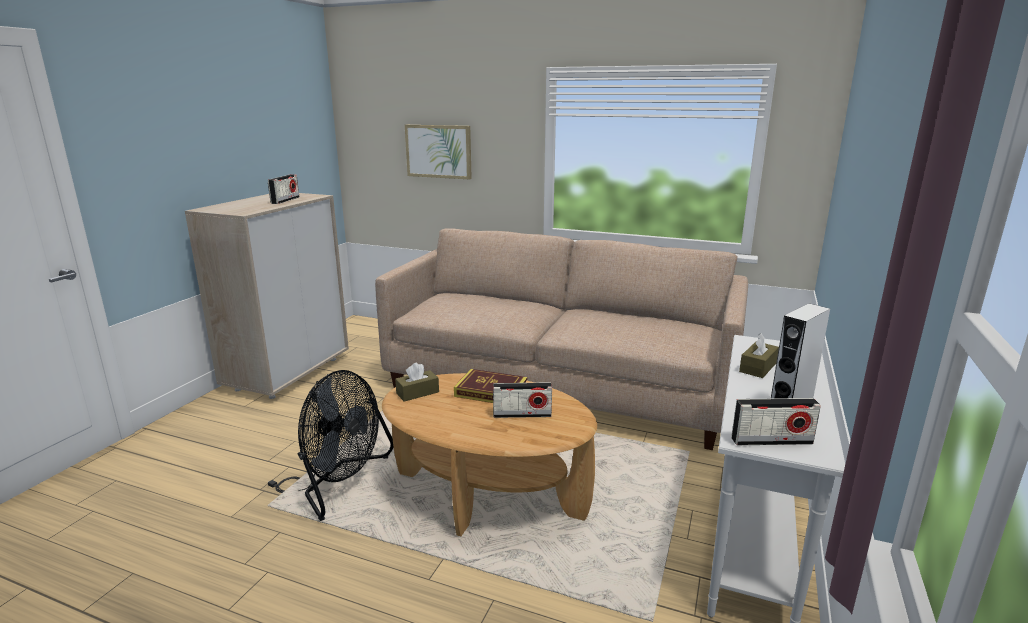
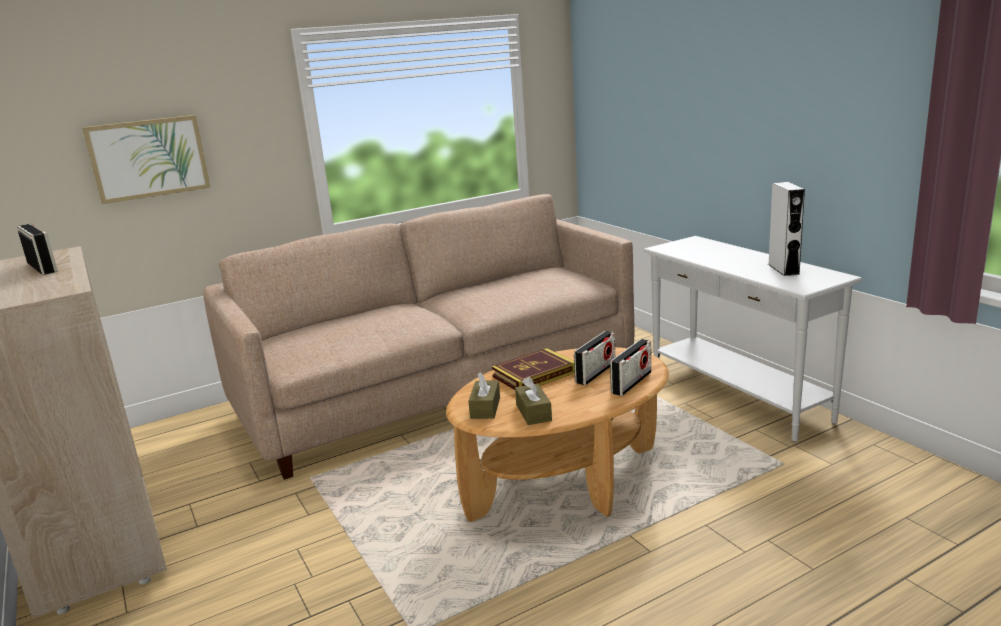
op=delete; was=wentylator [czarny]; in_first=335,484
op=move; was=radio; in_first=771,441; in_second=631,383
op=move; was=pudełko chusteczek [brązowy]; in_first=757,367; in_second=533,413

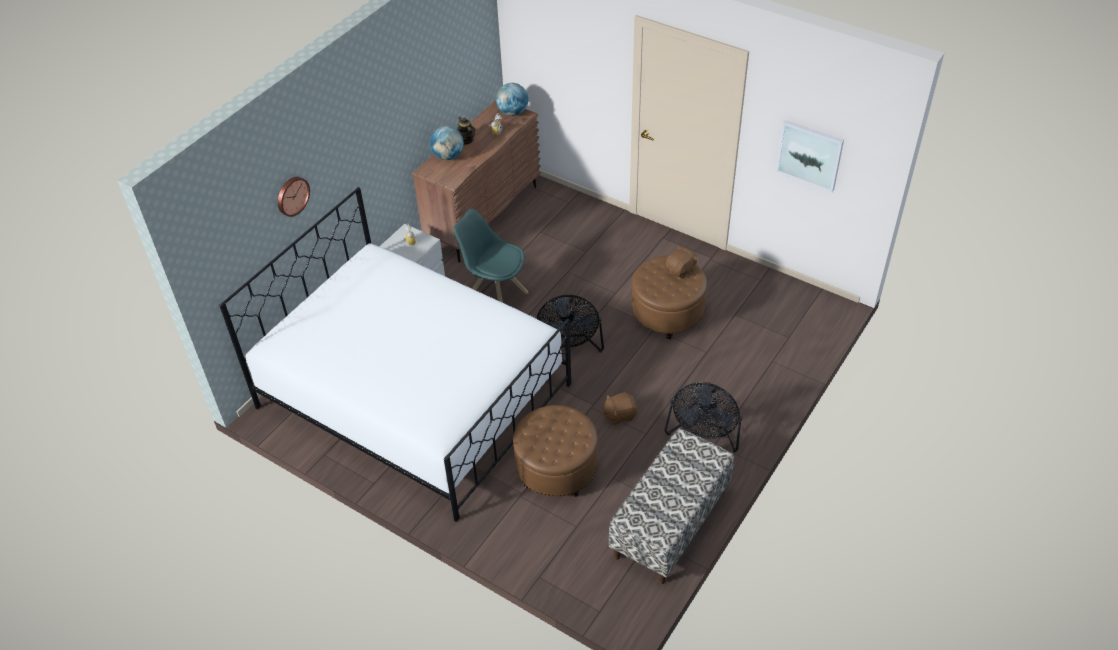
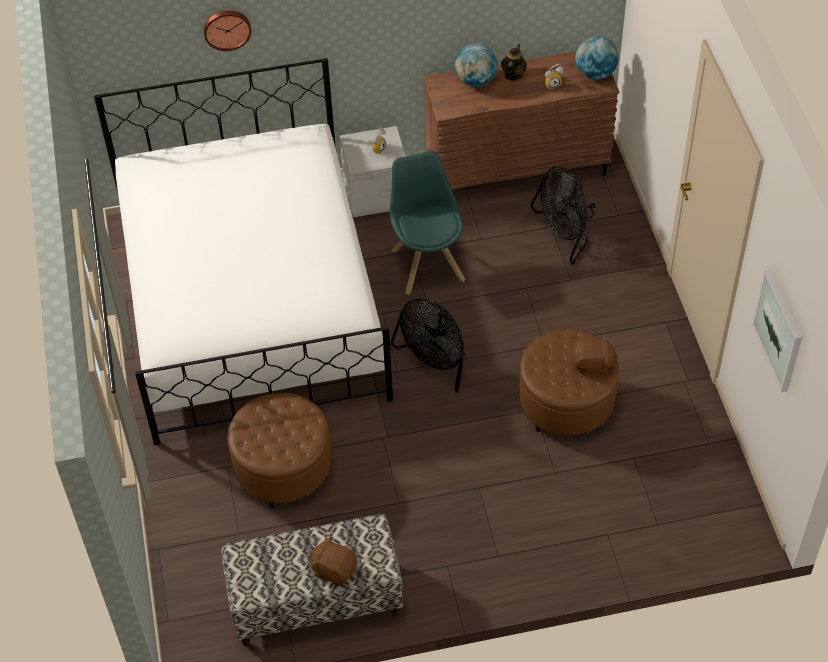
op=move; was=pluszak [brązowy]; in_first=619,415; in_second=334,569
op=move; was=wentylator [czarny]; in_first=702,431; in_second=566,230

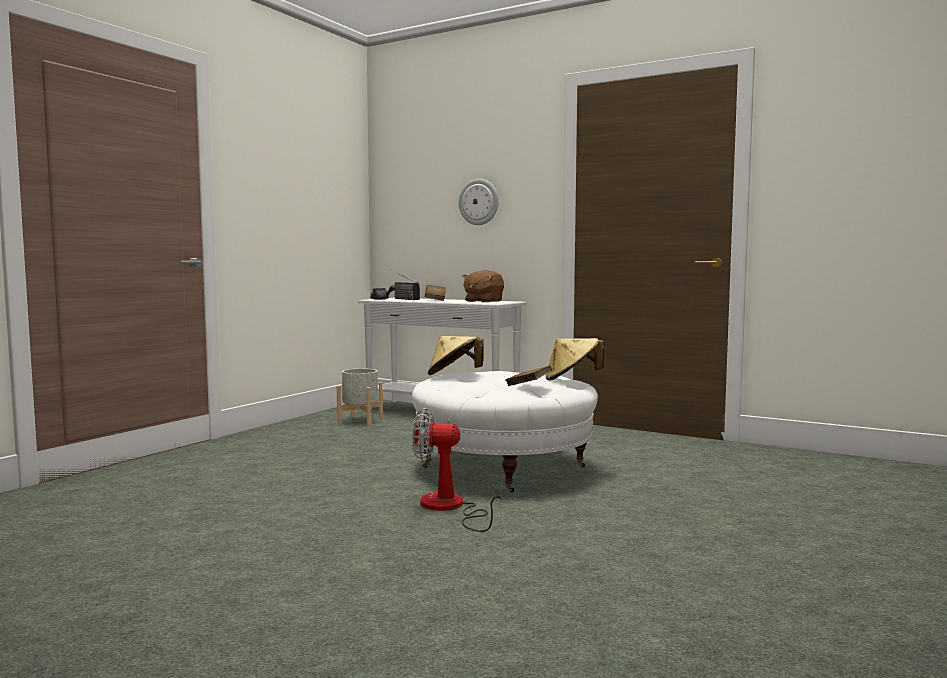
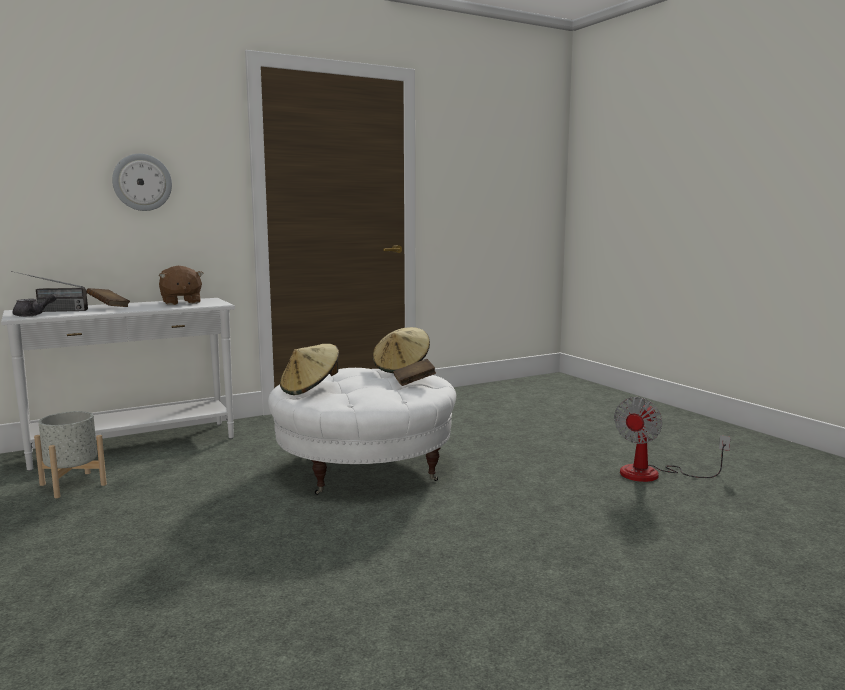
op=move; was=wentylator; in_first=450,508; in_second=653,474

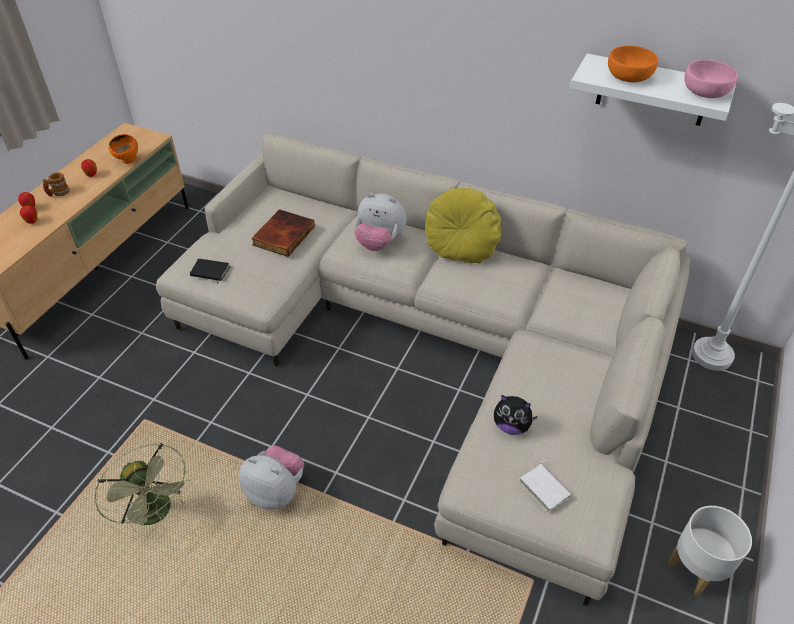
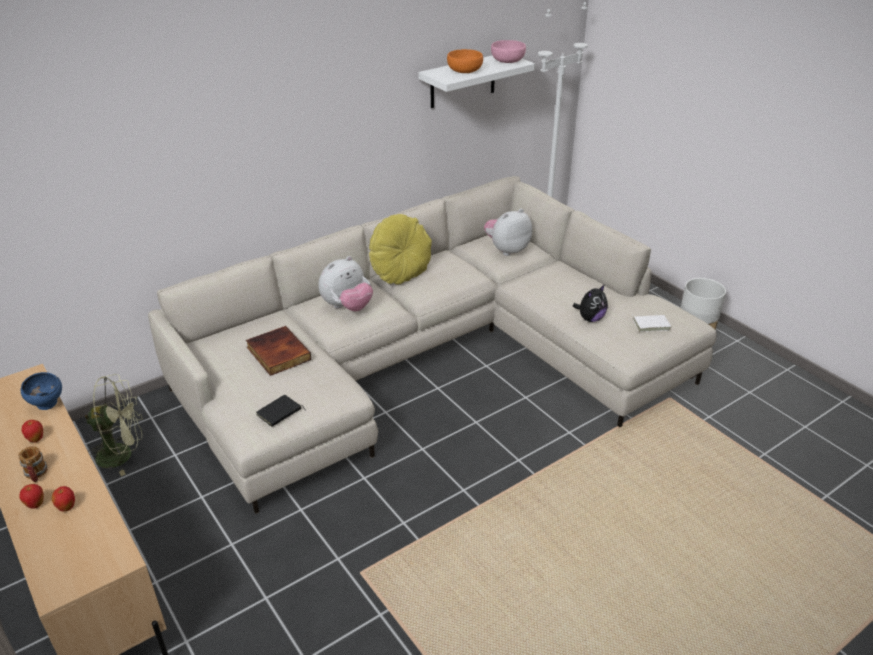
op=move; was=wentylator [zielony]; in_first=157,513; in_second=123,454
op=recolor; was=miska [pomarańczowy]; now=miska [niebieski]; in_first=128,161; in_second=48,405
op=move; was=pluszak; in_first=276,491; in_second=506,250

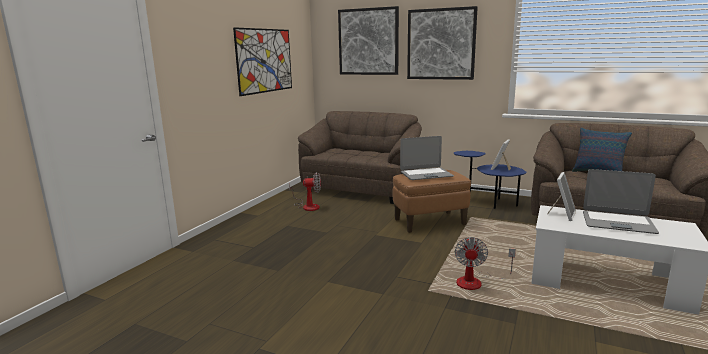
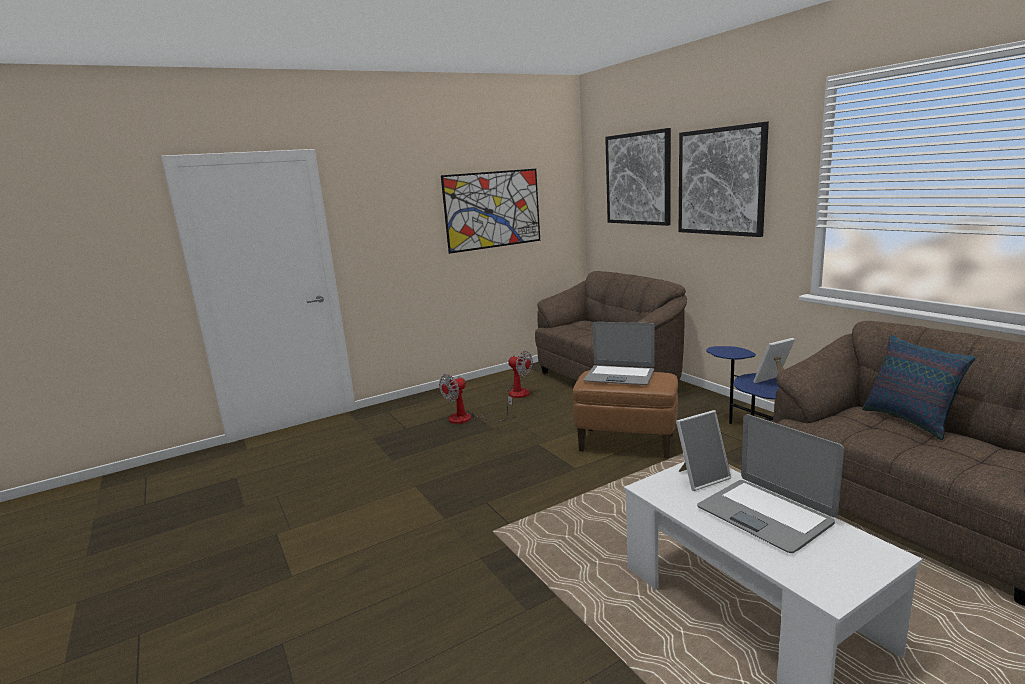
op=move; was=wentylator; in_first=476,282; in_second=468,419

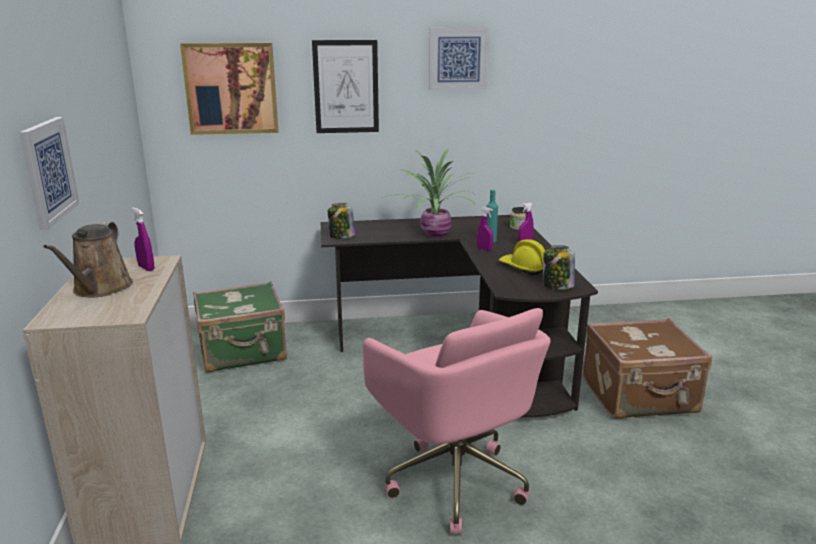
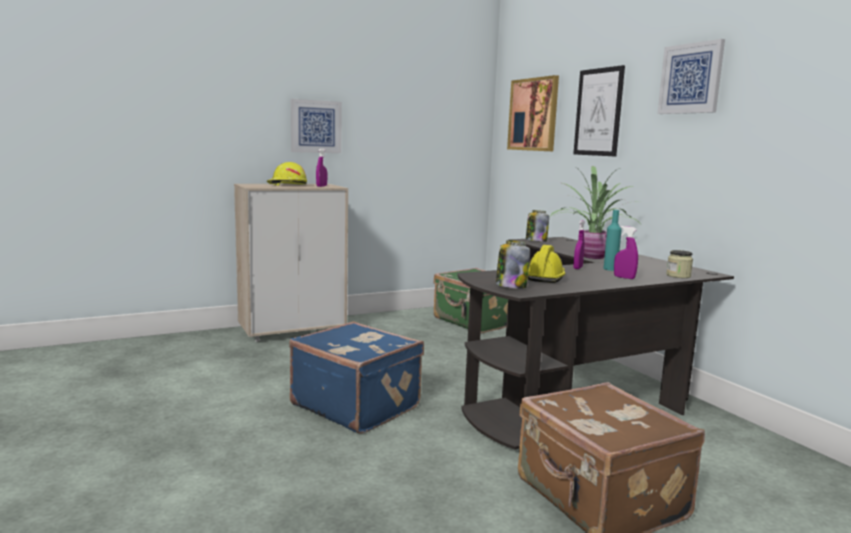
op=replace; was=konewka [brązowy]; now=kask [żółty]; in_first=100,289; in_second=287,185
op=replace; was=krzesło biurowe [różowy]; now=walizka [niebieski]; in_first=451,480; in_second=357,405

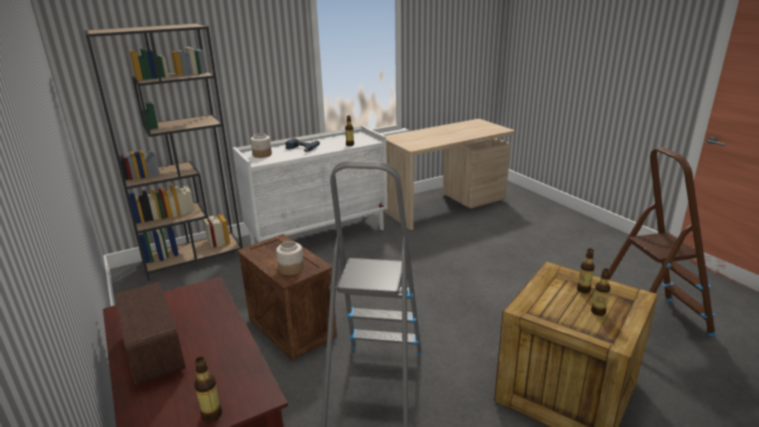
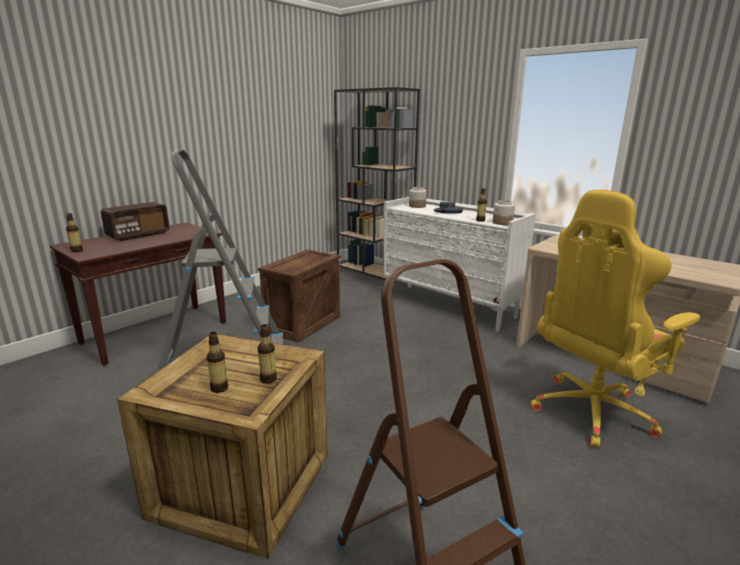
op=move; was=słoik; in_first=291,268; in_second=502,223
op=insert; now=krzesło biurowe [żółty]; in_second=592,411

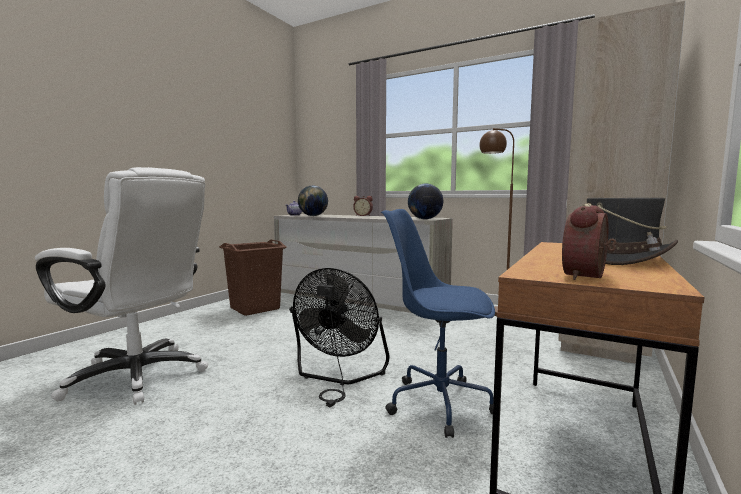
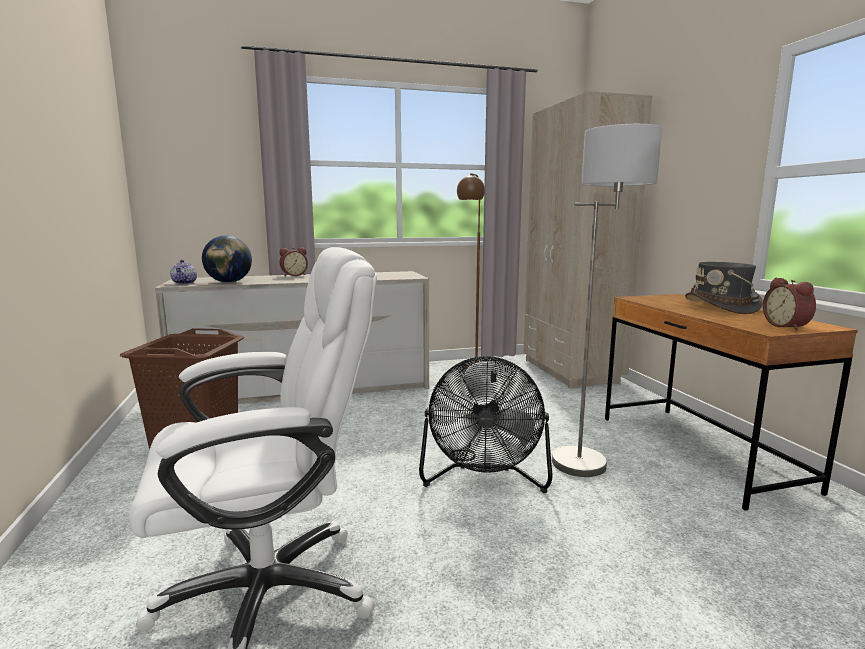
op=rotate; was=wentylator [czarny]; in_first=334,375; in_second=480,476; clockwise=-150
op=replace; was=krzesło biurowe [niebieski]; now=lampa stojąca [szary]; in_first=437,403; in_second=591,460
op=delete; was=globus; in_first=425,219

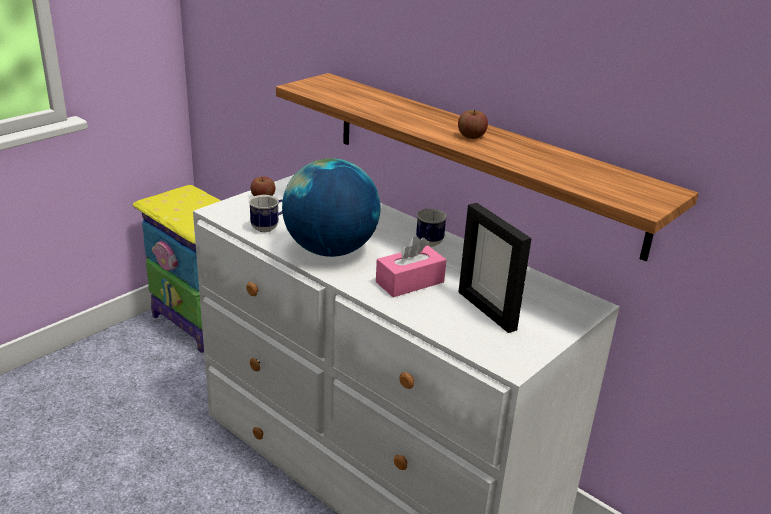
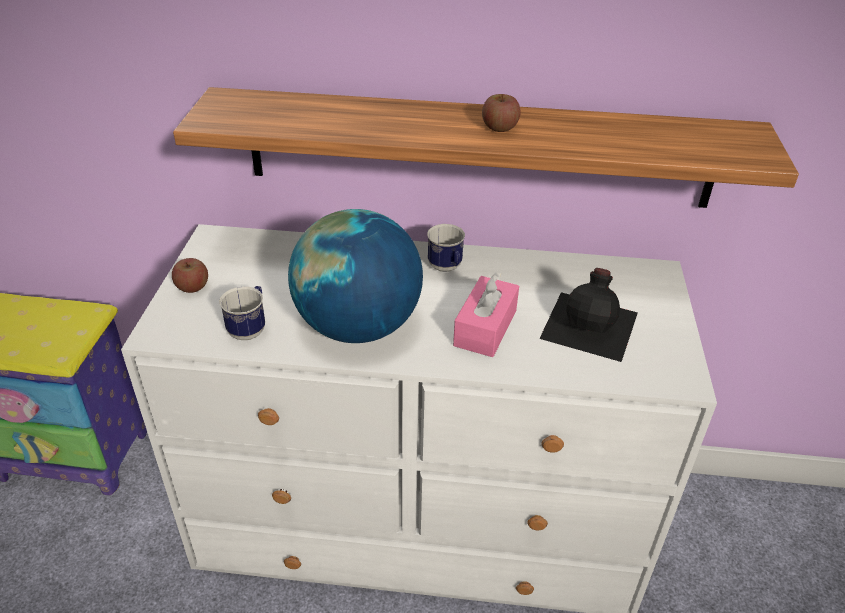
op=replace; was=ramka na zdjęcie; now=butelka [czarny]; in_first=488,310; in_second=591,324

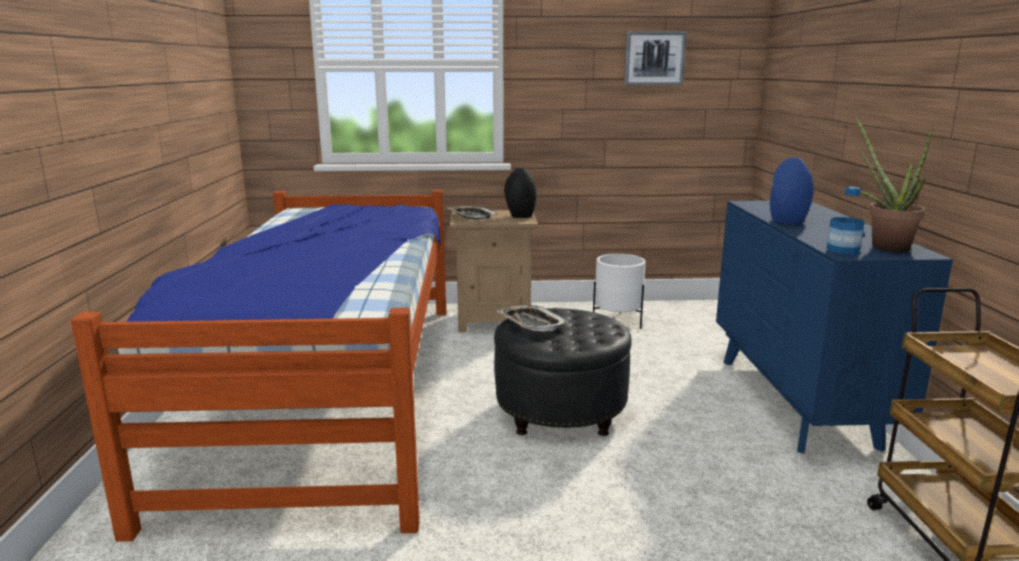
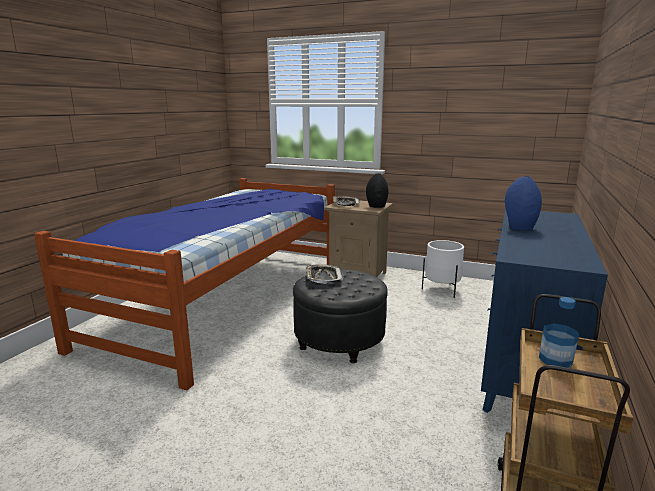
op=delete; was=obraz; in_first=654,58
op=move; was=butelka; in_first=843,250; in_second=555,359
op=delete; was=roślina doniczkowa; in_first=882,246

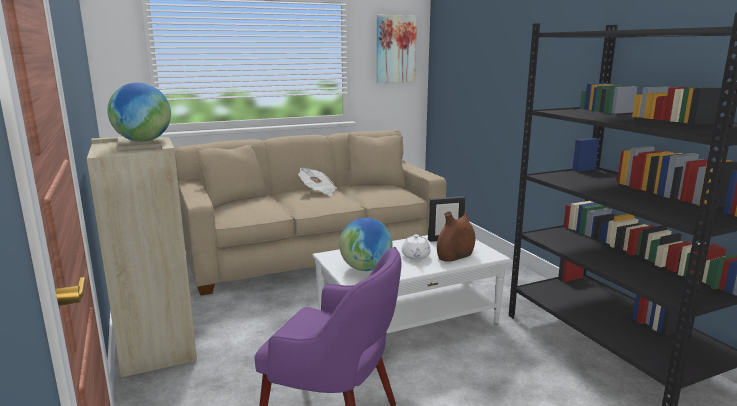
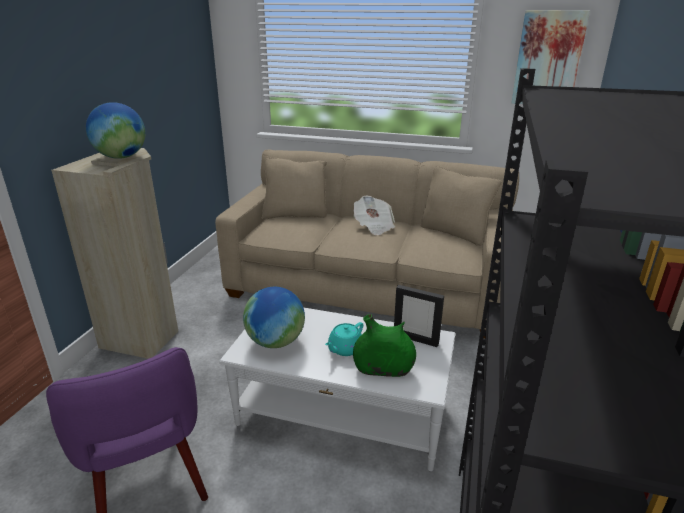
op=recolor; was=imbryk [biały]; now=imbryk [turkusowy]; in_first=415,256; in_second=344,349
op=recolor; was=wazon [brązowy]; now=wazon [zielony]; in_first=455,257; in_second=383,370

